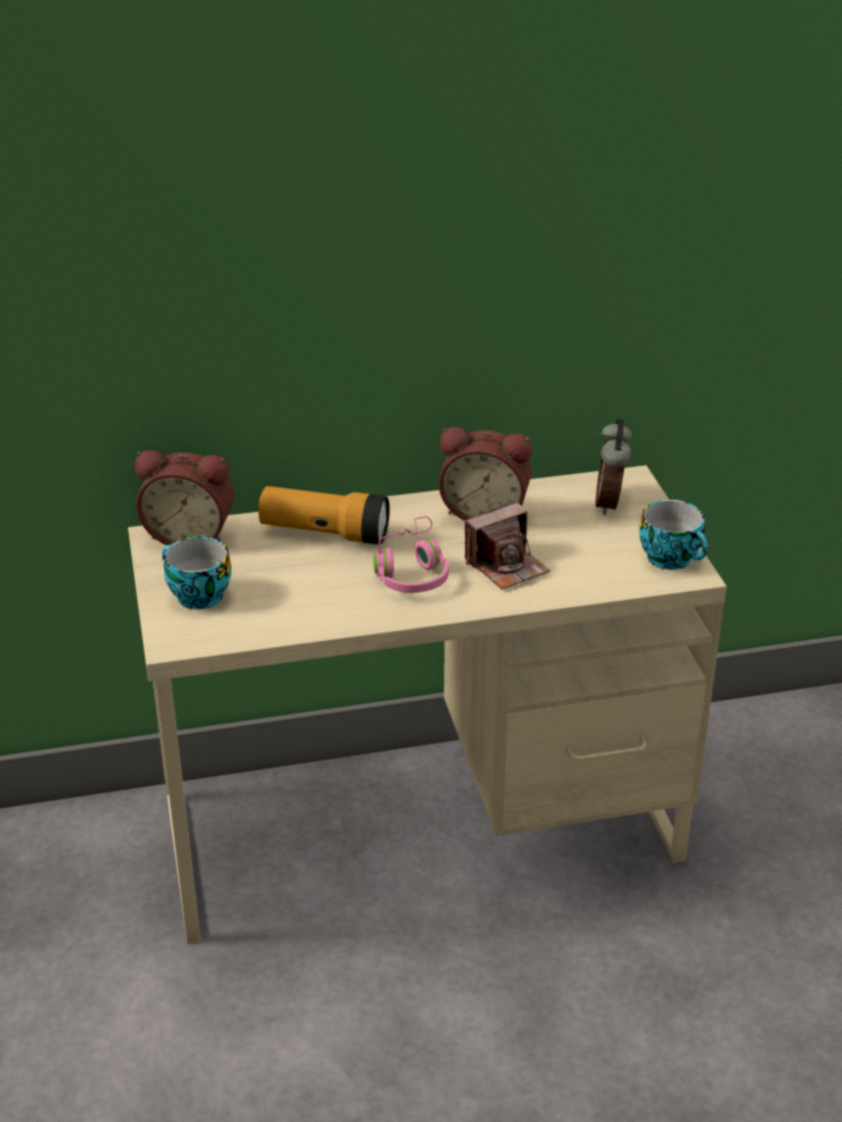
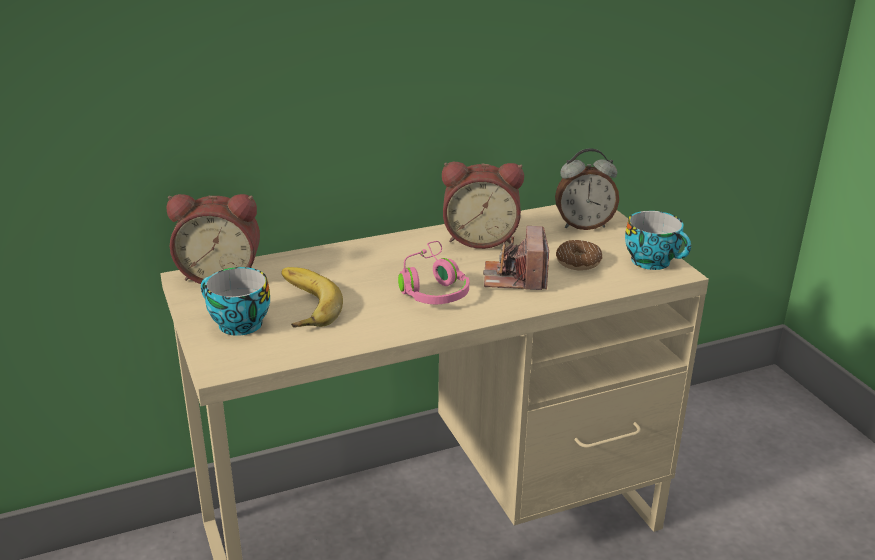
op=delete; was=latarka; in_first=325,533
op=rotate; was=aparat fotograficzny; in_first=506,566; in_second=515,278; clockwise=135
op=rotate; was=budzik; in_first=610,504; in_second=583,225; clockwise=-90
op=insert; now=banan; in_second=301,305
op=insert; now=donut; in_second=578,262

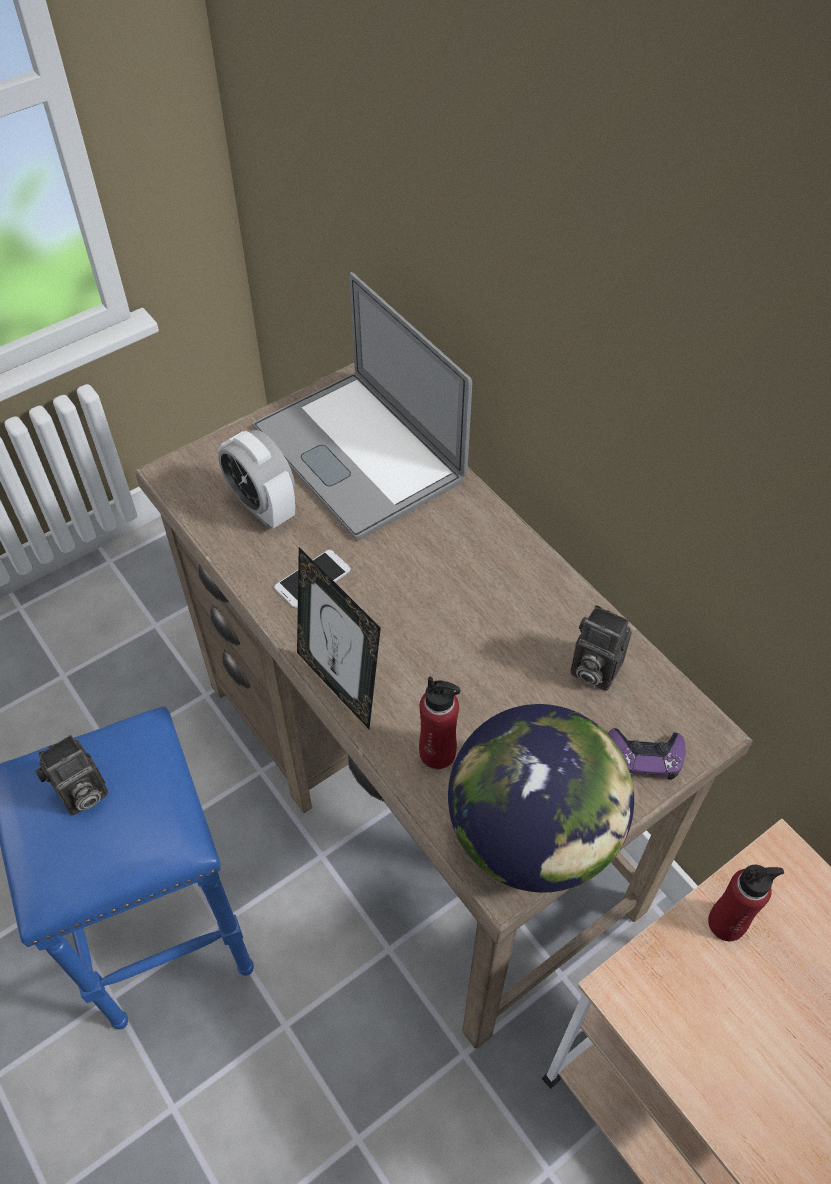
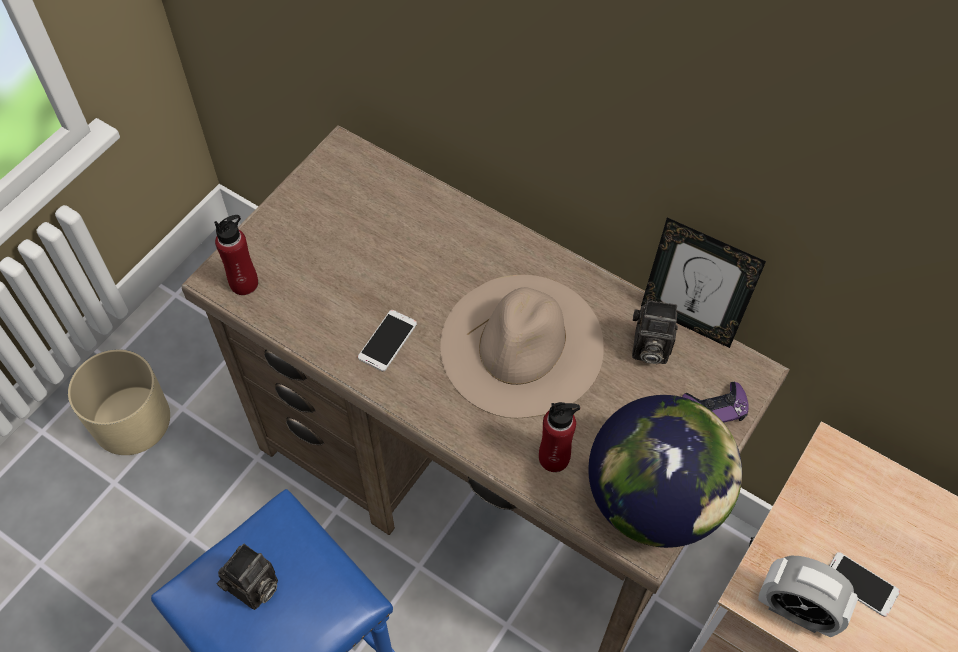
op=move; was=budzik; in_first=263,507; in_second=795,610
op=delete; was=laptop; in_first=358,453
op=move; was=ramka na zdjęcie; in_first=340,684; in_second=688,320
op=move; was=butelka [czerwony]; in_first=726,923; in_second=244,283
op=insert; now=donica [beżowy]; in_second=131,420
op=insert; now=kapelusz [beżowy]; in_second=522,345
op=insert; now=telefon; in_second=860,584

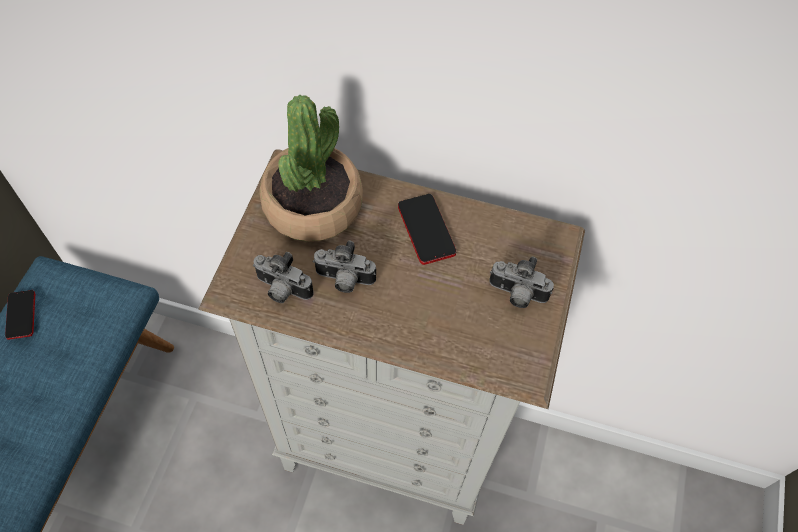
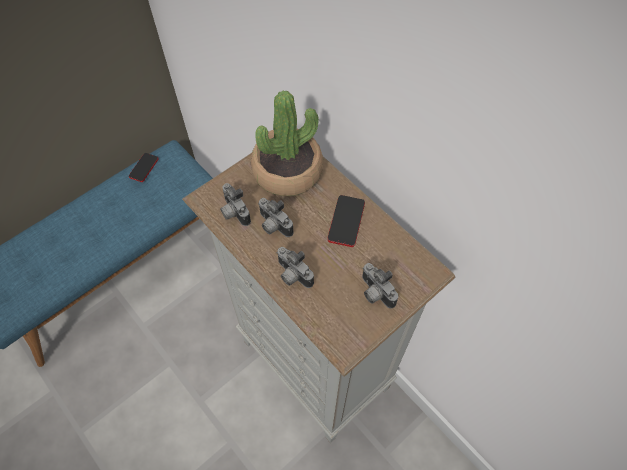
op=insert; now=aparat fotograficzny; in_second=292,275

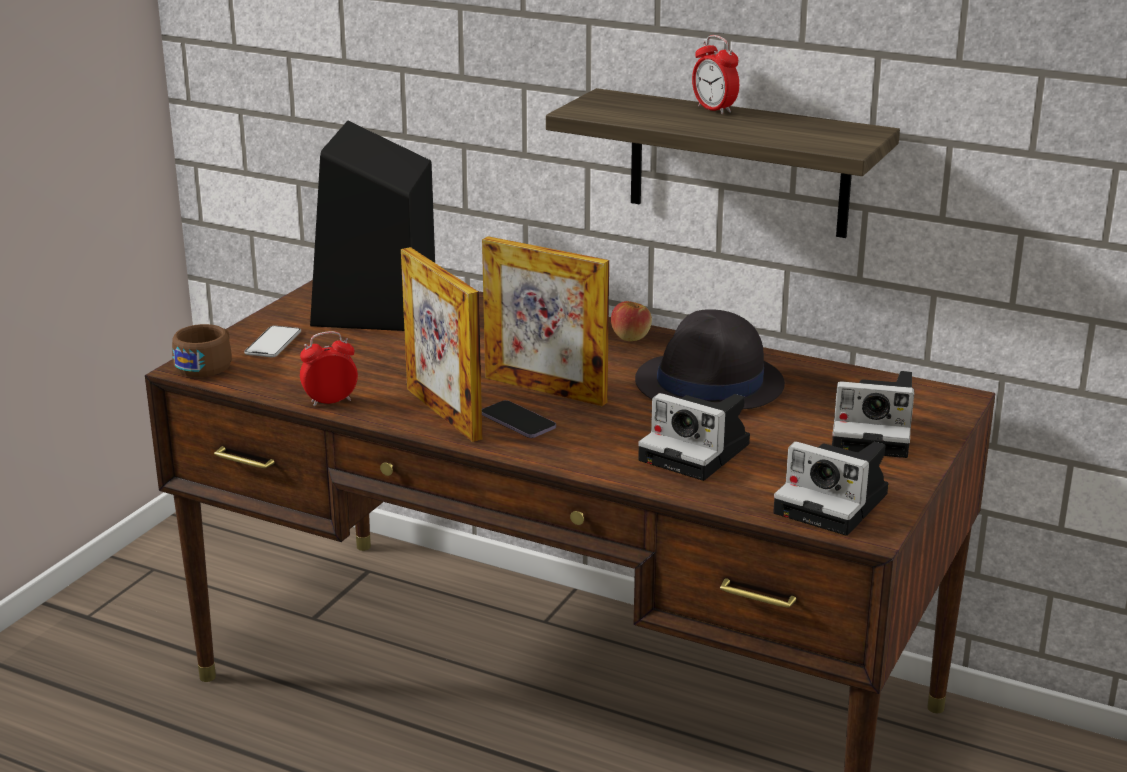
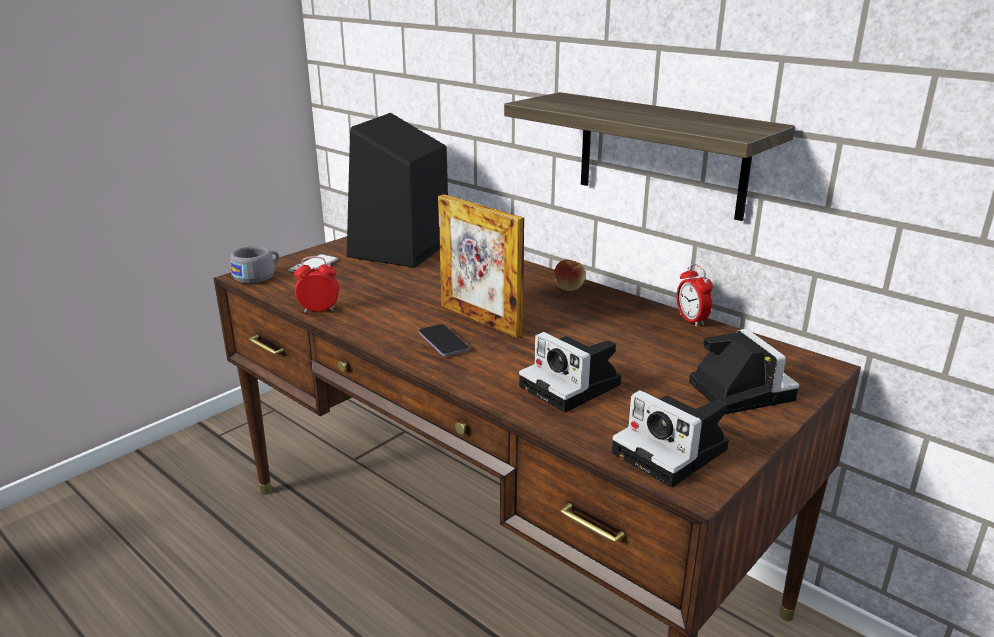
op=recolor; was=filiżanka [brązowy]; now=filiżanka [szary]; in_first=208,365; in_second=258,275
op=delete; was=ramka na zdjęcie; in_first=443,413
op=delete; was=kapelusz [czarny]; in_first=710,385
op=move; was=budzik; in_first=714,109; in_second=691,320
op=rotate; was=aparat fotograficzny; in_first=875,433; in_second=737,389; clockwise=-135

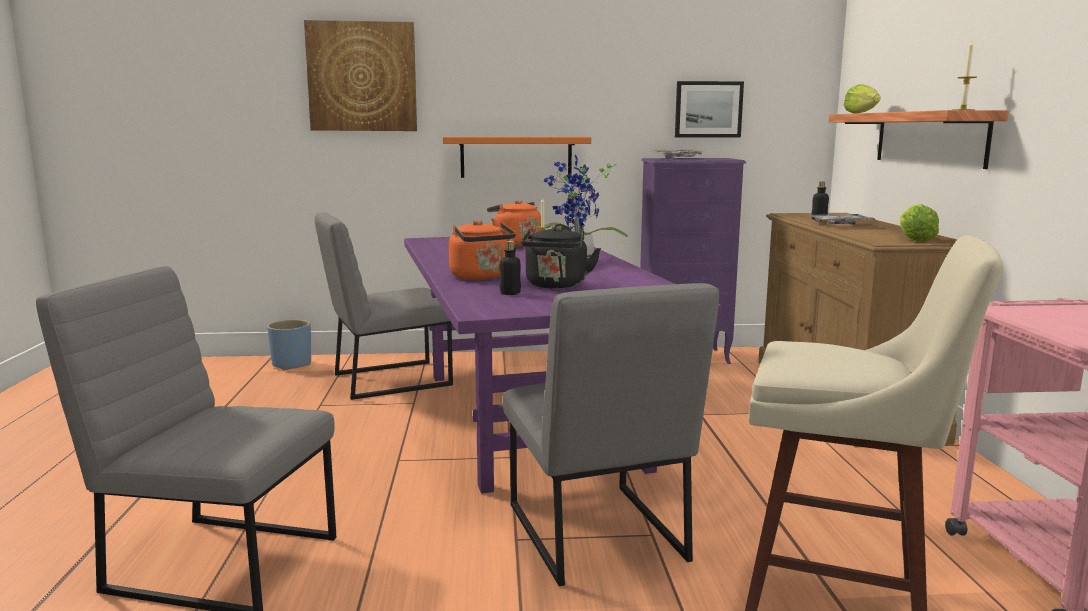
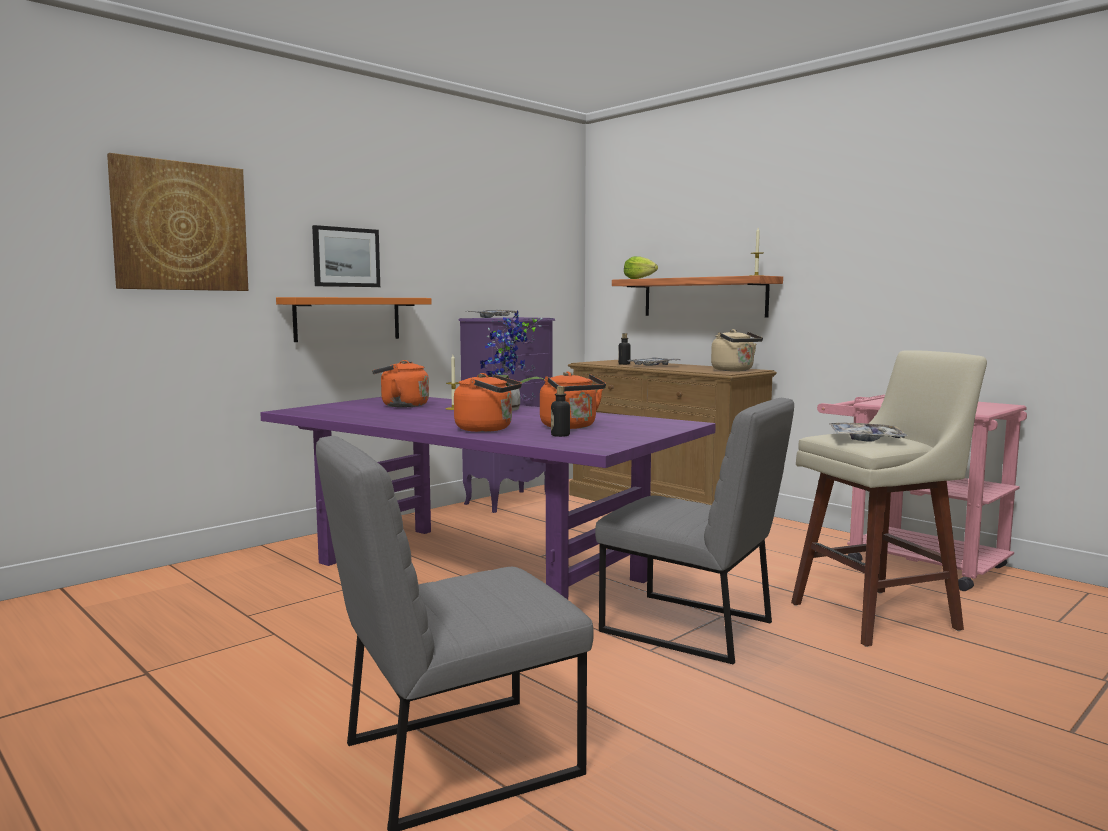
op=delete; was=donica [niebieski]; in_first=292,364
op=delete; was=krzesło [szary]; in_first=388,380
op=recolor; was=czajnik [czarny]; now=czajnik [pomarańczowy]; in_first=556,286; in_second=571,427
op=move; was=obraz; in_first=708,109; in_second=346,257
op=replace; was=sałata; now=czajnik [beżowy]; in_first=914,240; in_second=734,370
op=insert; now=taca; in_second=866,439

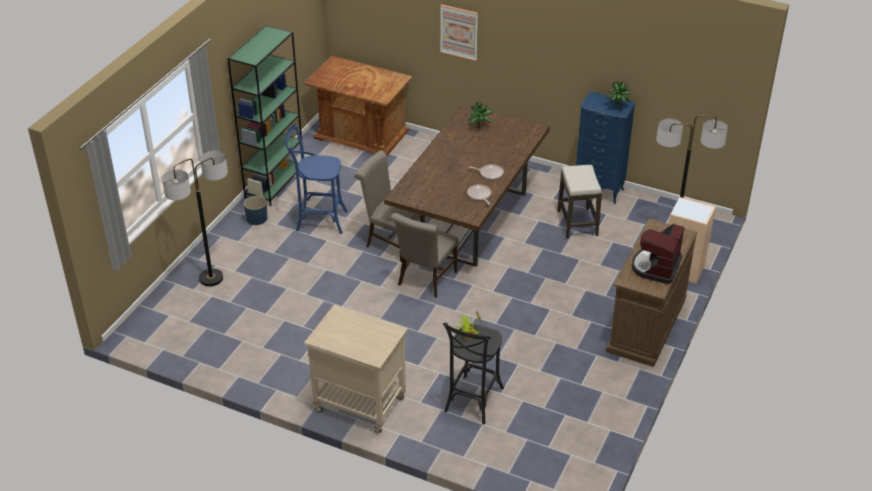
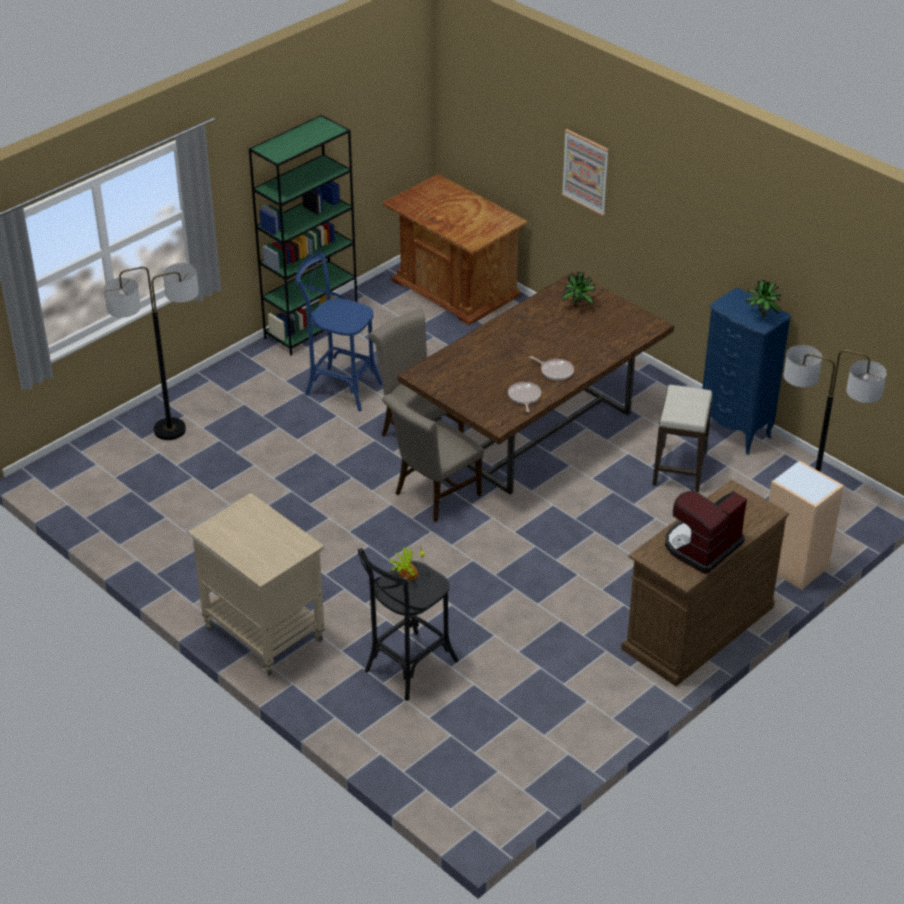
op=delete; was=donica [niebieski]; in_first=256,218

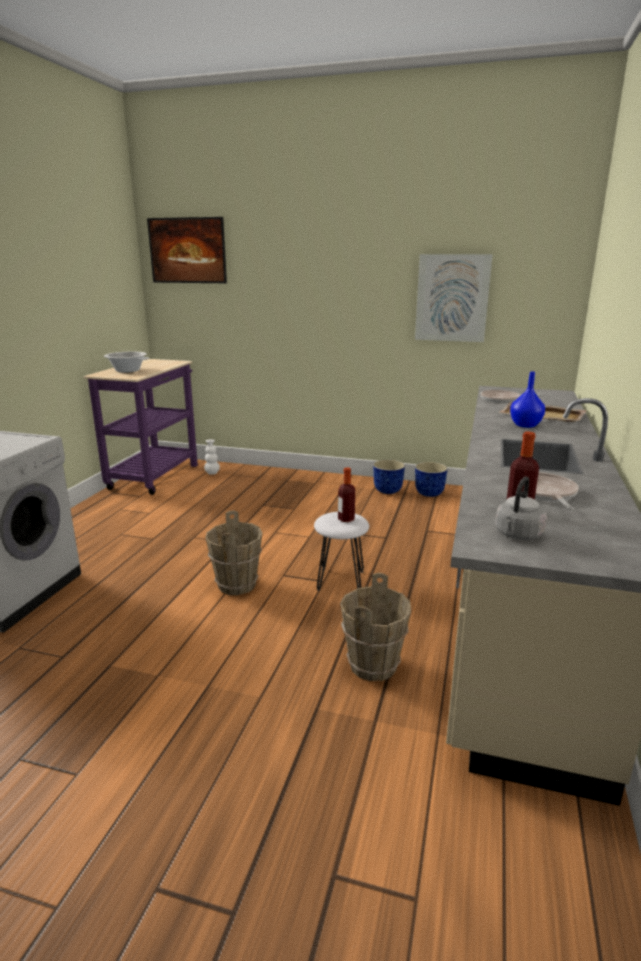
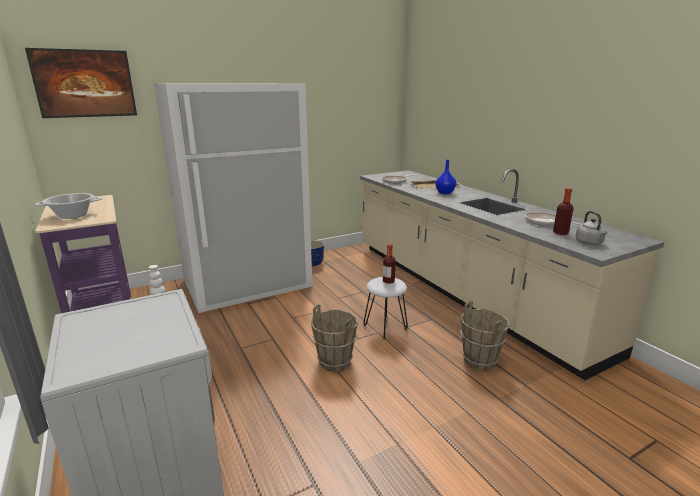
op=delete; was=obraz; in_first=452,298
op=delete; was=donica; in_first=428,493
op=insert; now=lodówka [biały]; in_second=248,283

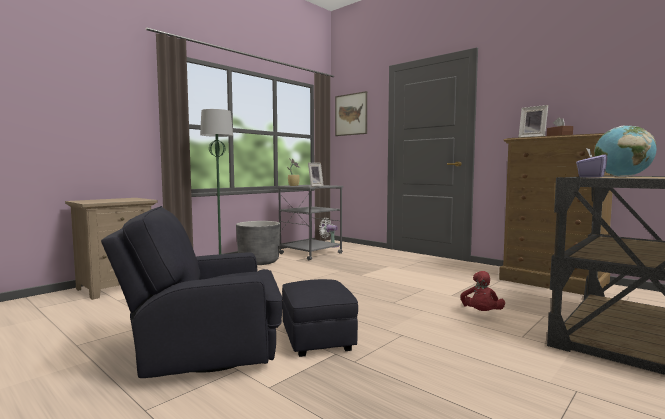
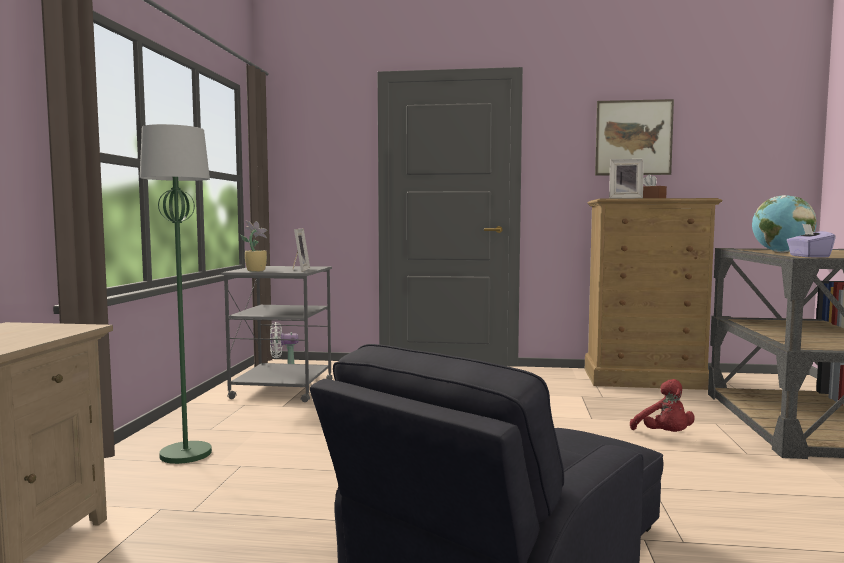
op=delete; was=donica [szary]; in_first=259,262
op=move; was=obraz; in_first=351,114; in_second=633,138

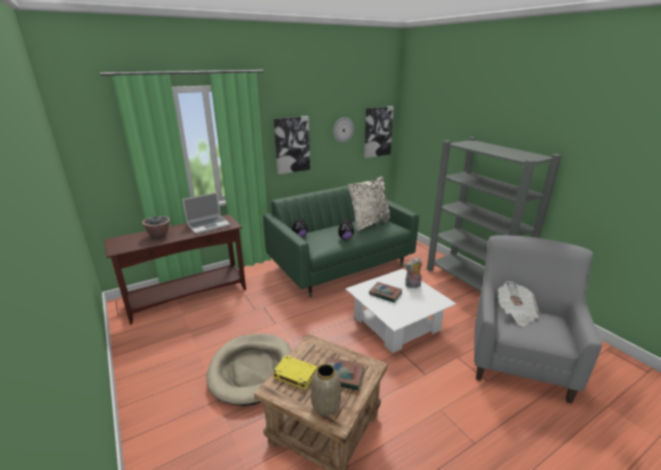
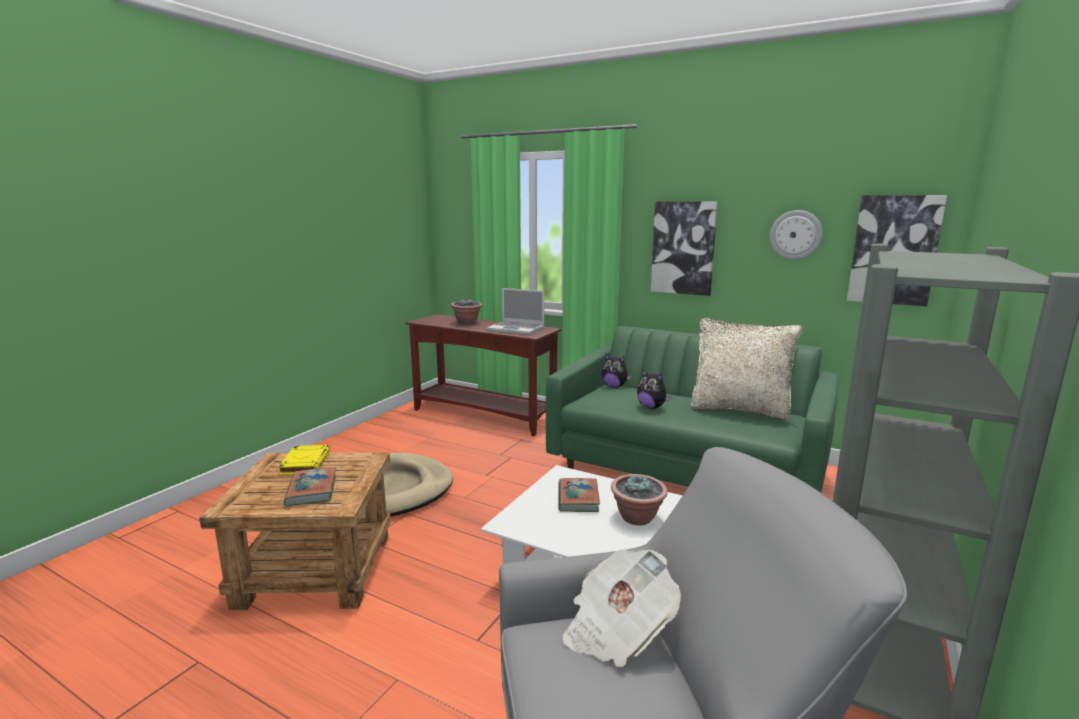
op=delete; was=wazon; in_first=326,405
op=replace; was=pluszak; now=roślina doniczkowa; in_first=412,286; in_second=637,518

